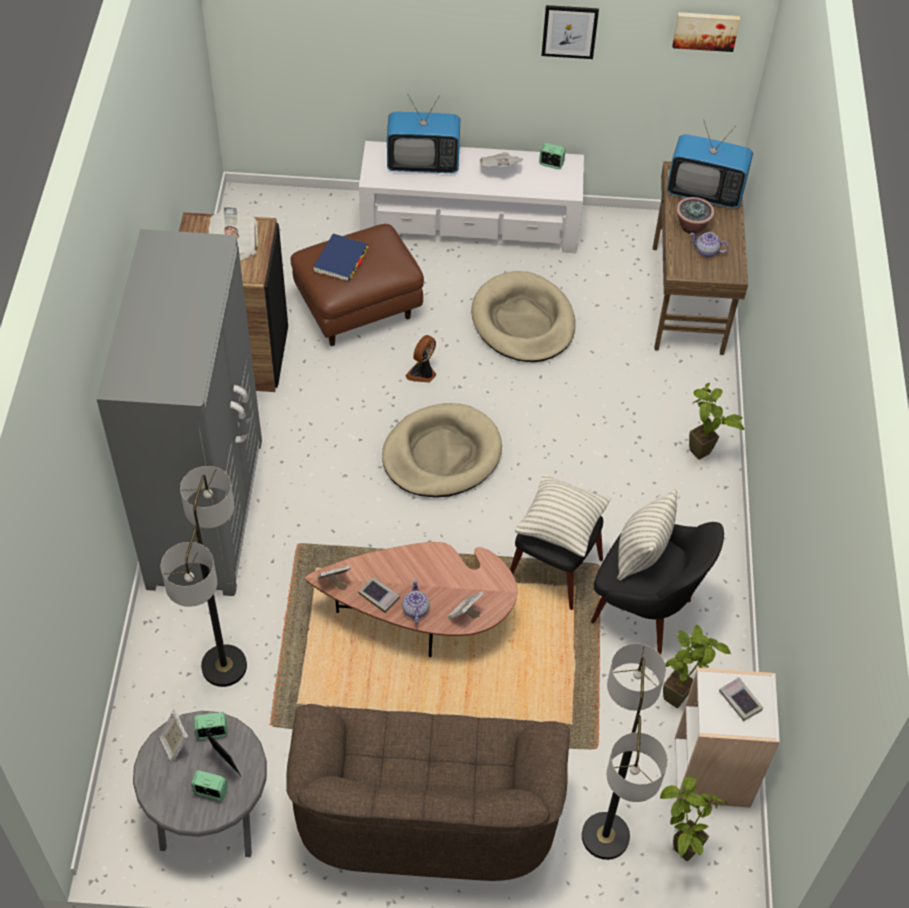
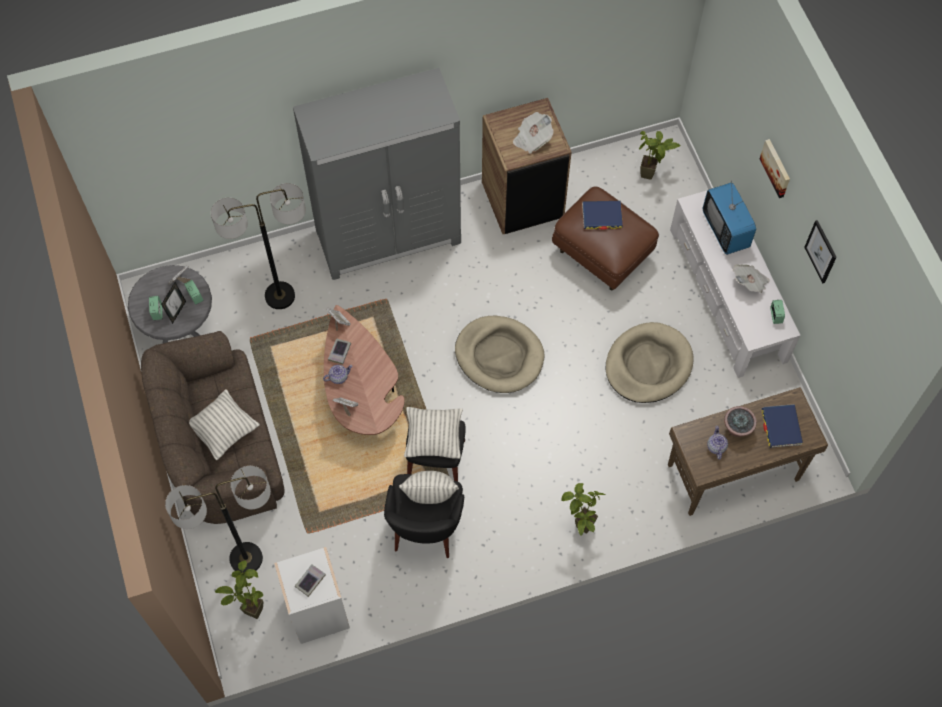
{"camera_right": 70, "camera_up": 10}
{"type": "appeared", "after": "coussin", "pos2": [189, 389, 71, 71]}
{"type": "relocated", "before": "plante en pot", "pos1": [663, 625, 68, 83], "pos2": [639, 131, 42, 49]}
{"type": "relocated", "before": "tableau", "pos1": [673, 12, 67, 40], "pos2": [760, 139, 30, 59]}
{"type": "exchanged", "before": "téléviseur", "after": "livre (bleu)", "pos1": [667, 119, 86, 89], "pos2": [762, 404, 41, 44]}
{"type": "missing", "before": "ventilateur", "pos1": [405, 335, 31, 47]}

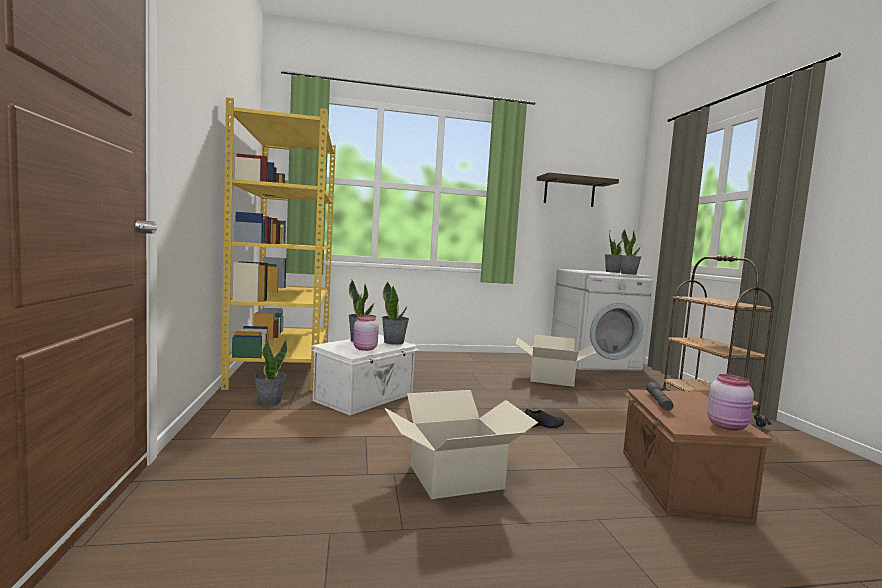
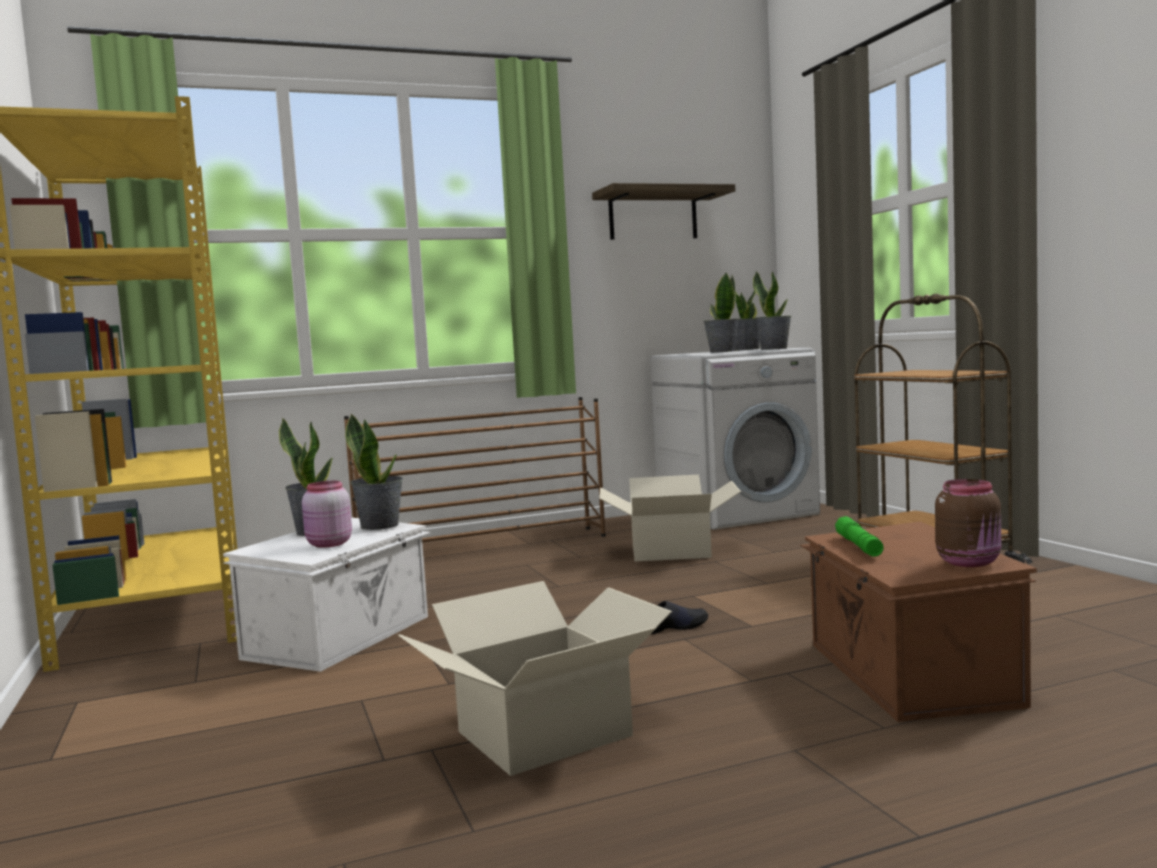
{"camera_right": -10, "camera_up": 0}
{"type": "appeared", "after": "étagère à chaussures (marron)", "pos2": [344, 397, 262, 145]}
{"type": "relocated", "before": "plante en pot", "pos1": [254, 339, 33, 67], "pos2": [703, 272, 36, 81]}
{"type": "colour", "before": "lampe de poche (gris)", "after": "lampe de poche (vert)", "pos1": [646, 382, 28, 29], "pos2": [835, 516, 49, 41]}
{"type": "colour", "before": "bocal (rose)", "after": "bocal (marron)", "pos1": [707, 374, 47, 57], "pos2": [935, 479, 66, 88]}

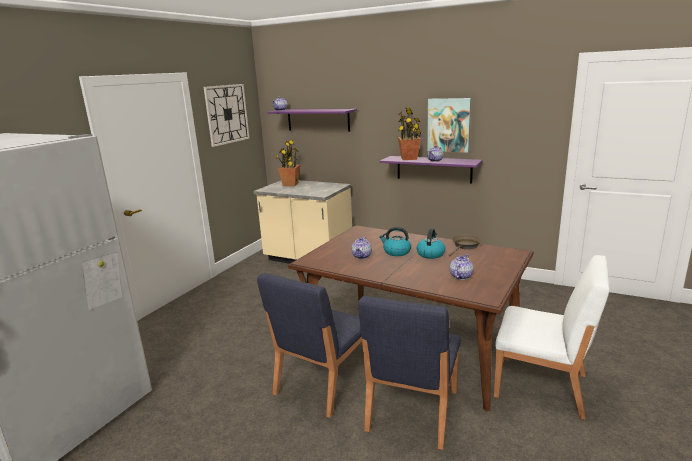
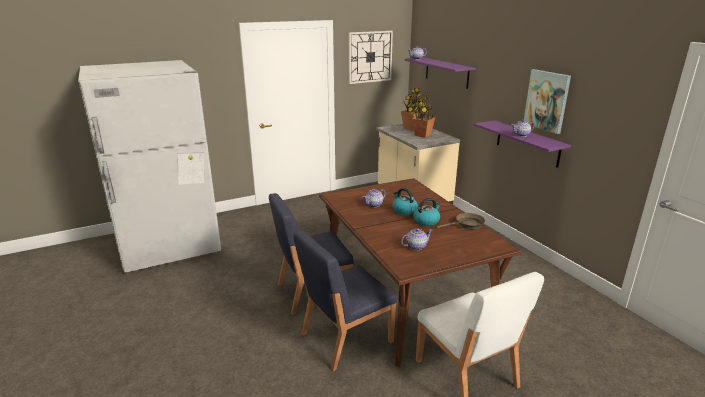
{"camera_right": 35, "camera_up": 5}
{"type": "relocated", "before": "plante en pot", "pos1": [398, 108, 23, 52], "pos2": [412, 93, 23, 45]}

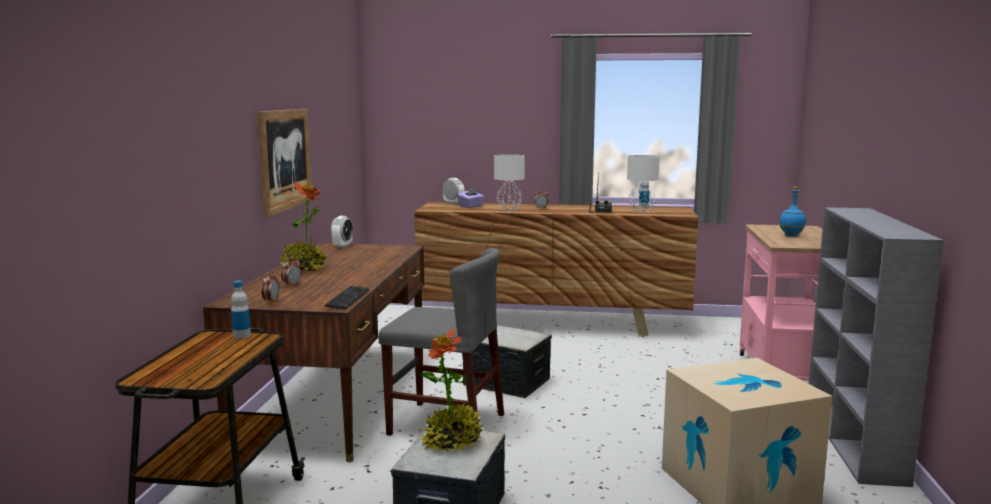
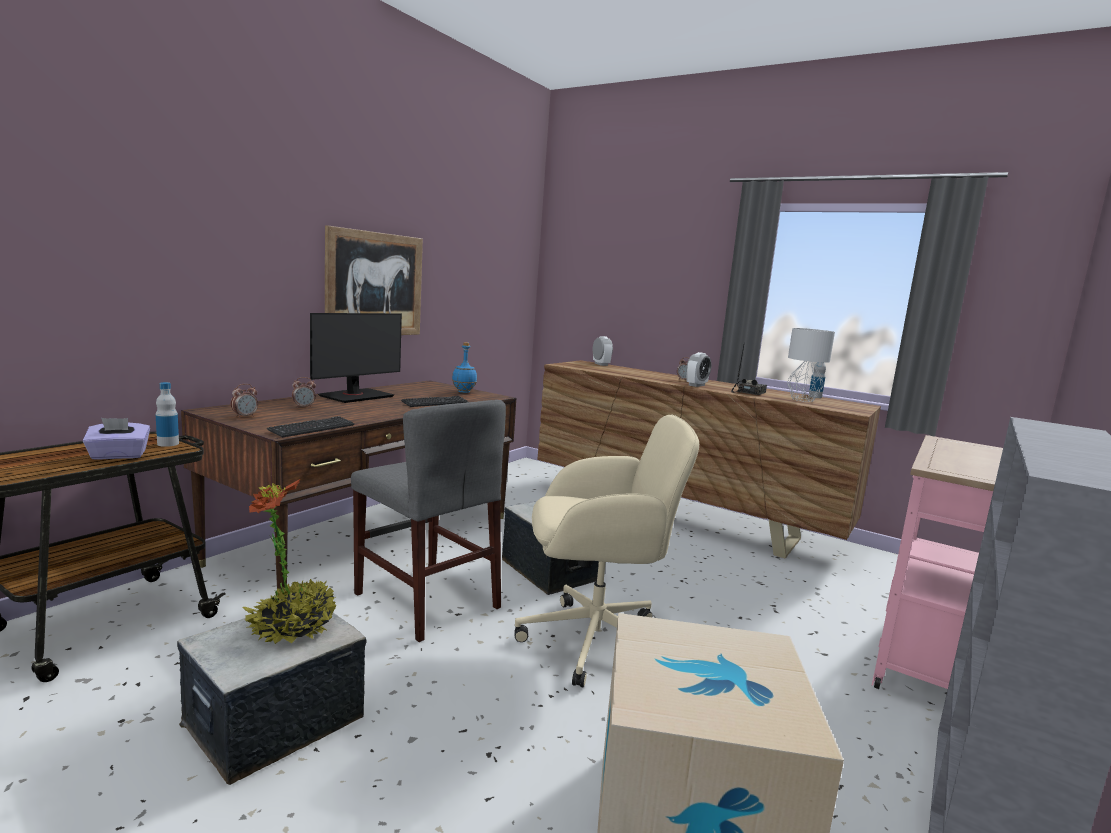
{"camera_right": 25, "camera_up": 0}
{"type": "relocated", "before": "boîte à mouchoirs (violet)", "pos1": [457, 187, 28, 21], "pos2": [83, 418, 67, 42]}
{"type": "exchanged", "before": "plante en pot", "after": "écran d'ordinateur", "pos1": [279, 182, 48, 89], "pos2": [310, 313, 92, 90]}
{"type": "appeared", "after": "clavier", "pos2": [401, 396, 67, 11]}
{"type": "relocated", "before": "bouteille (bleu)", "pos1": [779, 187, 27, 50], "pos2": [452, 342, 25, 51]}
{"type": "appeared", "after": "chaise de bureau (beige)", "pos2": [515, 414, 184, 273]}
{"type": "relocated", "before": "réveil", "pos1": [331, 216, 22, 32], "pos2": [686, 352, 26, 35]}
{"type": "missing", "before": "lampe de table (gris)", "pos1": [494, 154, 31, 57]}

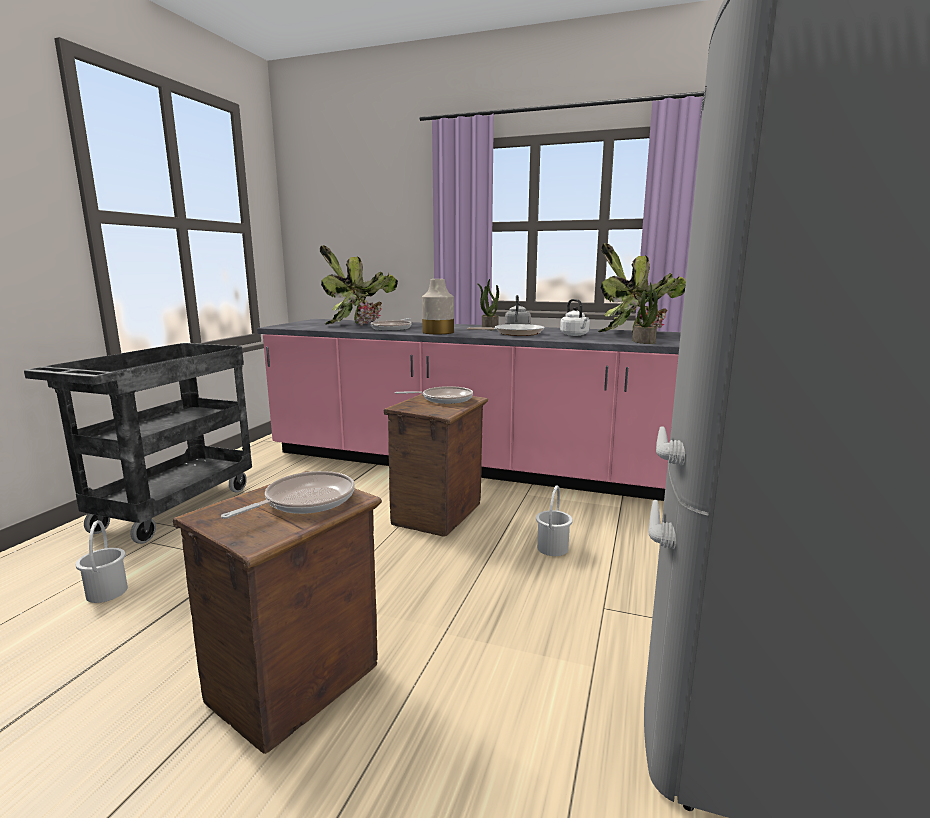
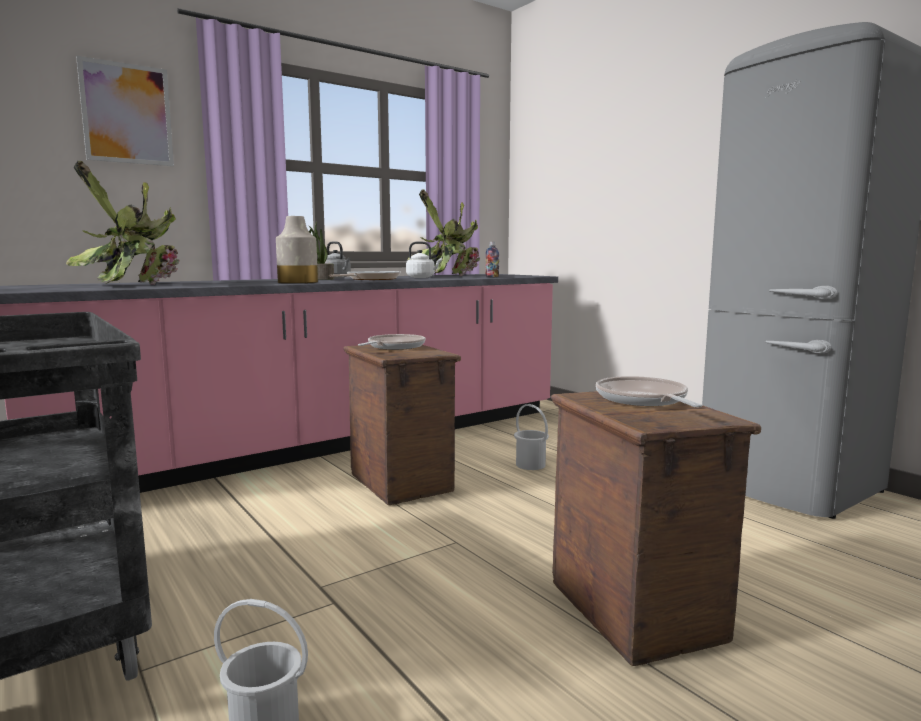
{"camera_right": -55, "camera_up": -5}
{"type": "appeared", "after": "tableau", "pos2": [76, 56, 98, 110]}
{"type": "exchanged", "before": "plante en pot", "after": "bouteille", "pos1": [632, 283, 31, 61], "pos2": [485, 242, 14, 35]}
{"type": "missing", "before": "poêle", "pos1": [371, 318, 41, 13]}

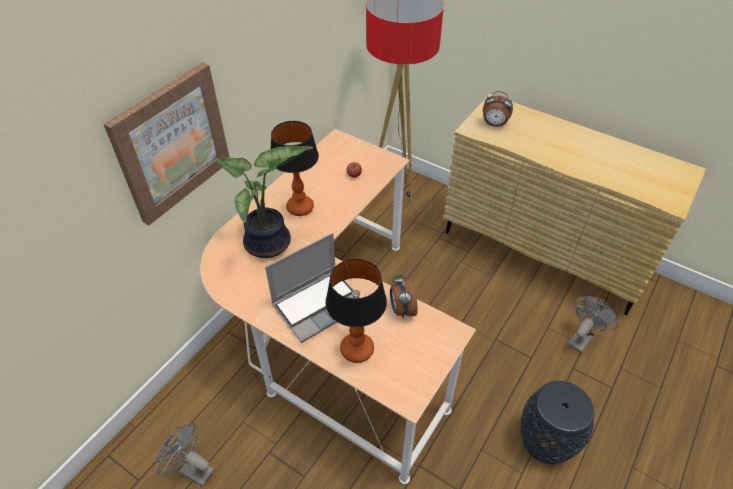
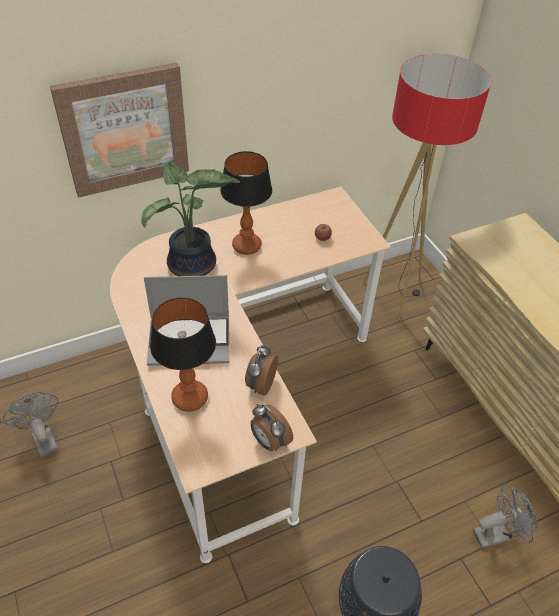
{"camera_right": 30, "camera_up": 0}
{"type": "relocated", "before": "réveil", "pos1": [483, 91, 30, 36], "pos2": [251, 404, 42, 47]}

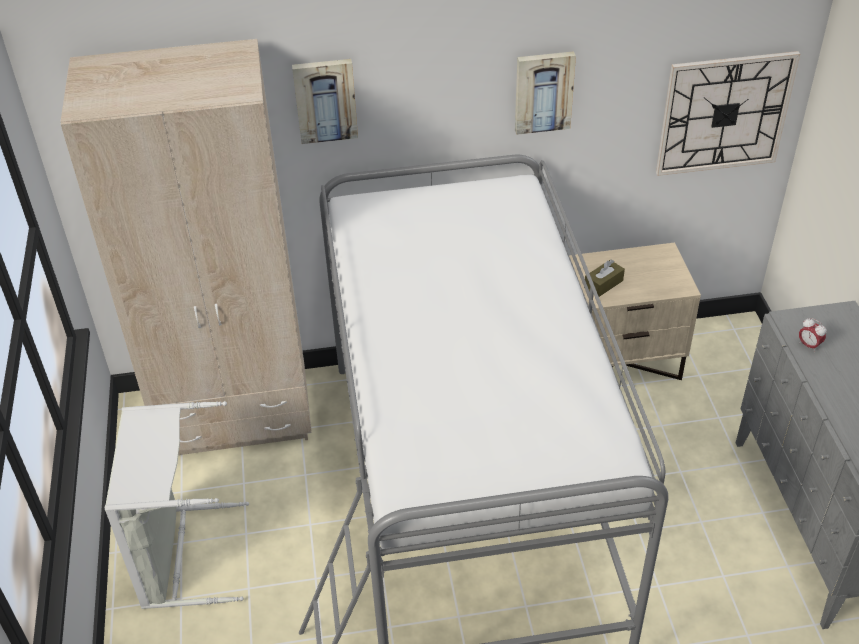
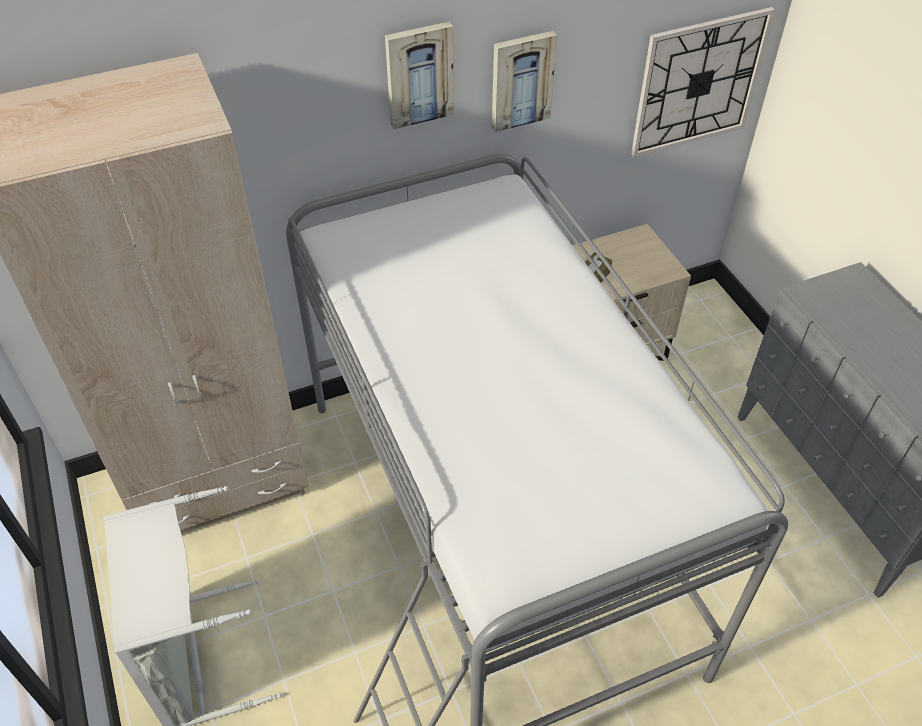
{"camera_right": -15, "camera_up": 5}
{"type": "relocated", "before": "tableau", "pos1": [292, 59, 66, 85], "pos2": [385, 22, 69, 107]}
{"type": "missing", "before": "réveil", "pos1": [799, 318, 27, 34]}

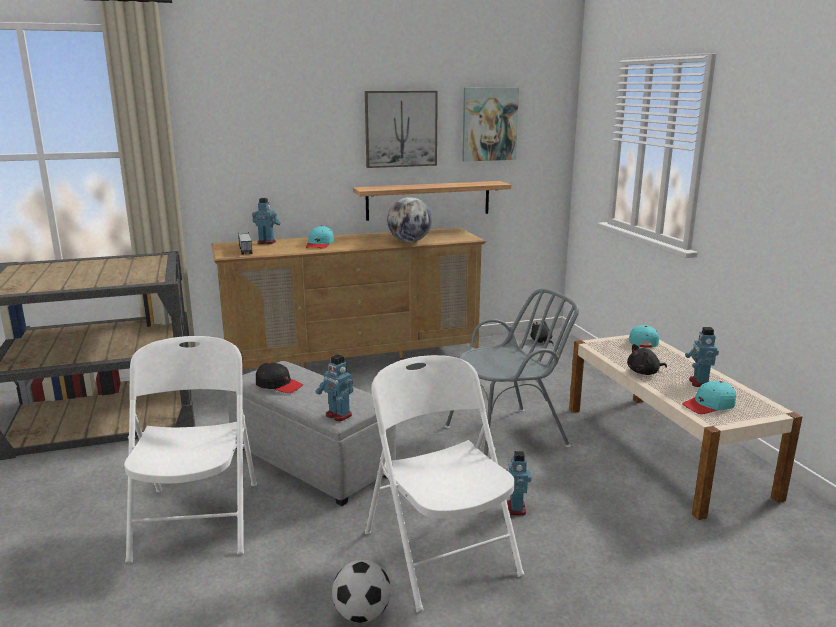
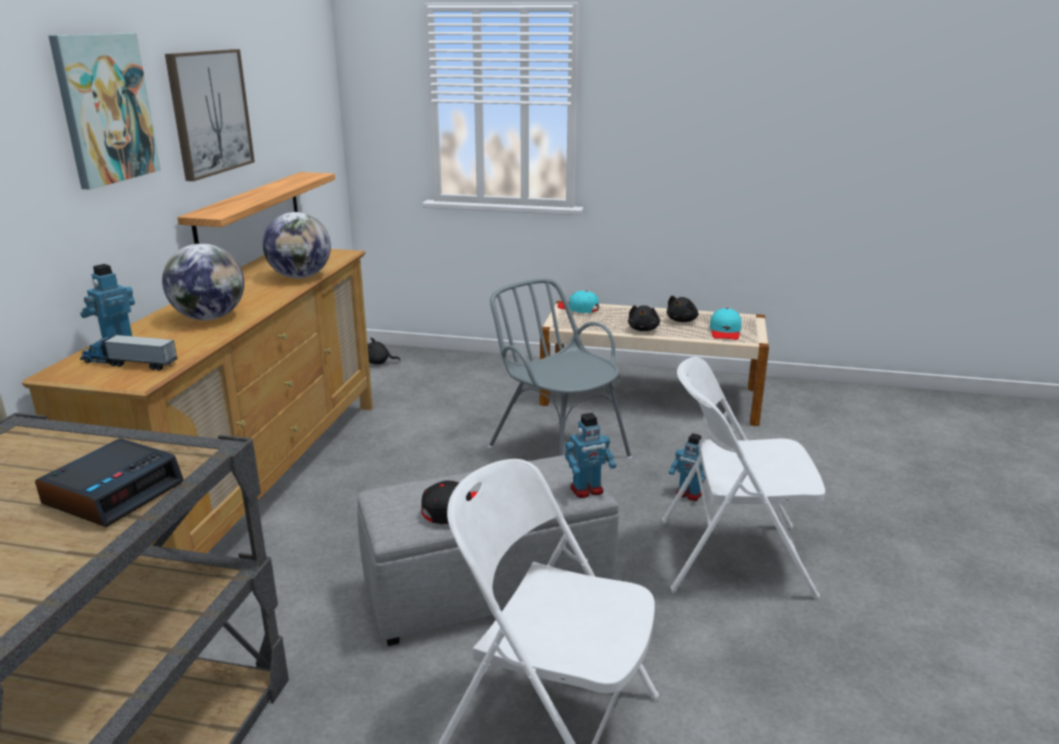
{"camera_right": -60, "camera_up": 5}
{"type": "appeared", "after": "réveil", "pos2": [35, 438, 149, 89]}
{"type": "relocated", "before": "tableau", "pos1": [462, 87, 57, 75], "pos2": [49, 33, 112, 157]}
{"type": "exchanged", "before": "casquette (turquoise)", "after": "globe", "pos1": [306, 225, 28, 24], "pos2": [162, 244, 82, 76]}
{"type": "spun", "before": "chaise (gris)", "pos1": [445, 288, 134, 169], "pos2": [488, 278, 144, 181], "turn": -45}
{"type": "exchanged", "before": "robot jouet", "after": "peluche (noir)", "pos1": [685, 327, 34, 60], "pos2": [667, 296, 31, 26]}
{"type": "missing", "before": "ballon de foot", "pos1": [332, 560, 59, 63]}

